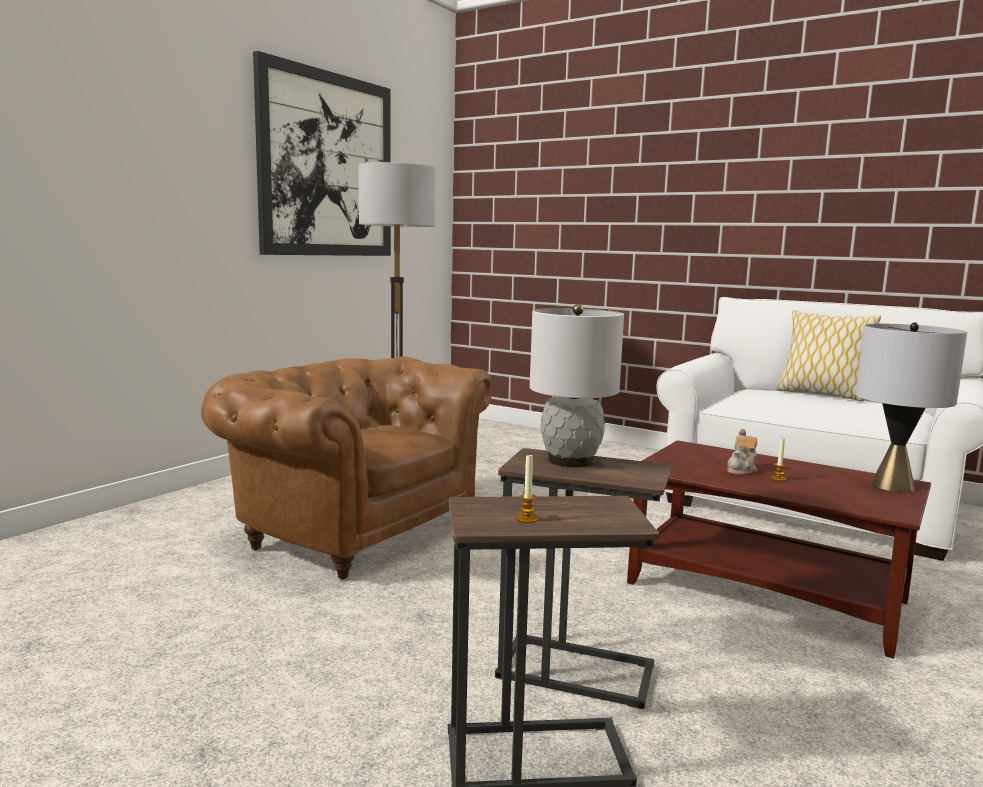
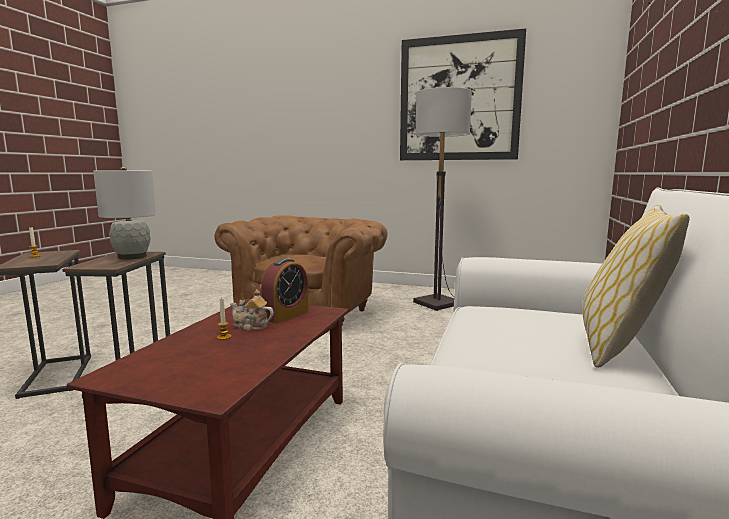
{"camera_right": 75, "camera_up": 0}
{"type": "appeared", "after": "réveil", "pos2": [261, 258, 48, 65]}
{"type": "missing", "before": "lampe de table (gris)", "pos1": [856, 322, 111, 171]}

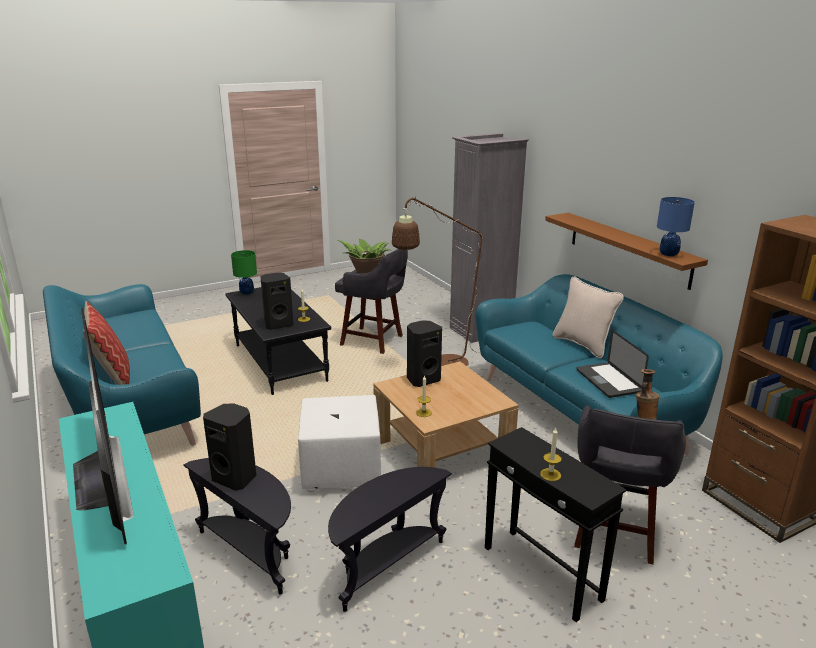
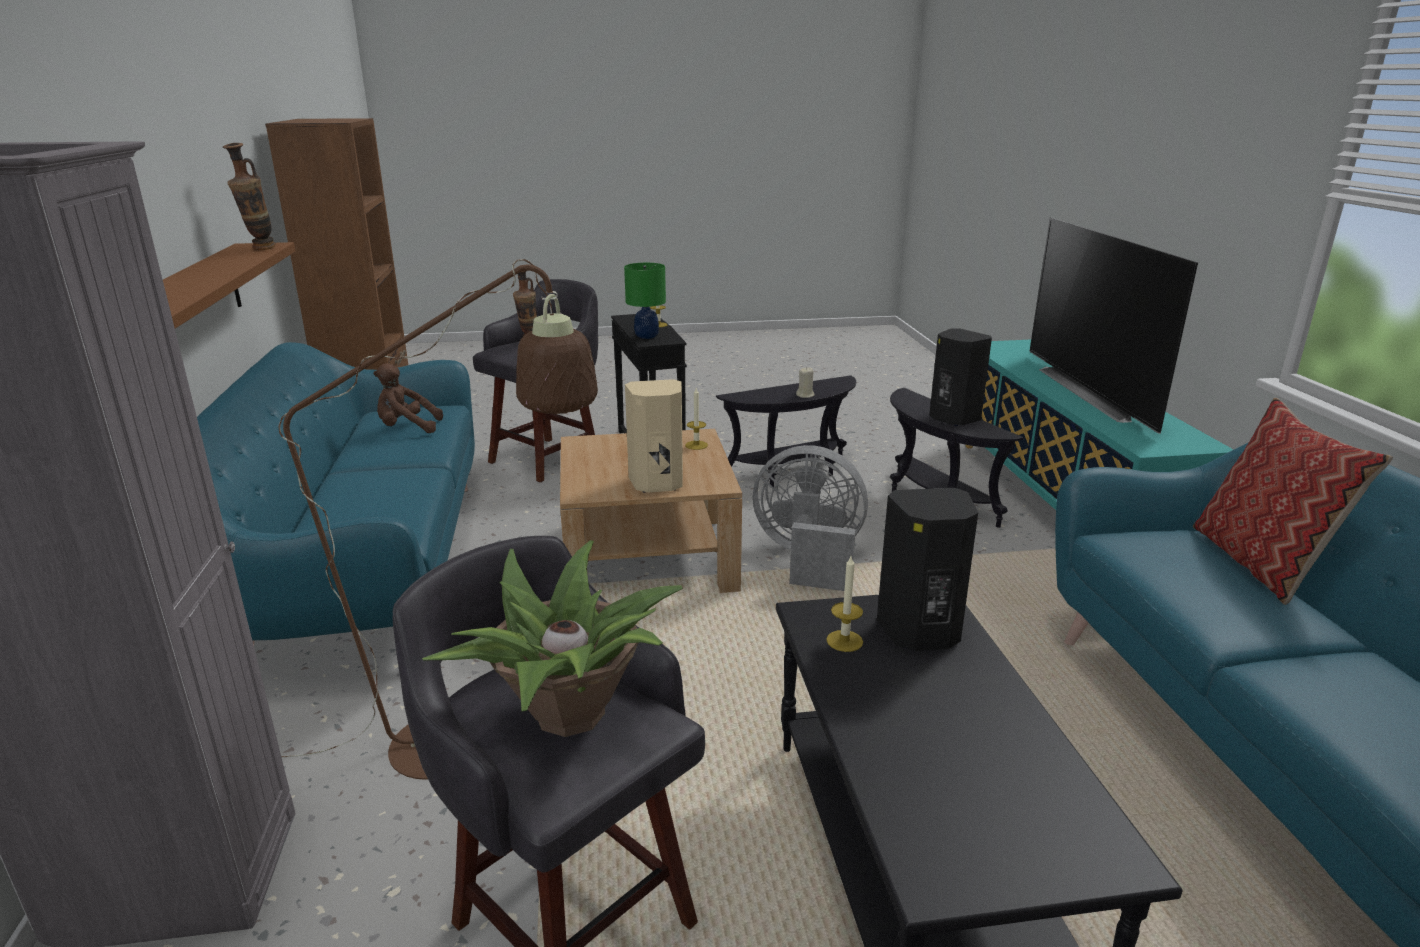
{"camera_right": -160, "camera_up": 0}
{"type": "exchanged", "before": "lampe de table (bleu)", "after": "vase", "pos1": [657, 197, 38, 59], "pos2": [223, 143, 53, 107]}
{"type": "exchanged", "before": "ordinateur portable", "after": "peluche (marron)", "pos1": [576, 330, 73, 68], "pos2": [374, 363, 69, 70]}
{"type": "relocated", "before": "lampe de table (vert)", "pos1": [231, 250, 26, 45], "pos2": [624, 263, 42, 76]}
{"type": "colour", "before": "enceinte (noir)", "after": "enceinte (beige)", "pos1": [407, 320, 35, 67], "pos2": [625, 379, 58, 114]}
{"type": "exchanged", "before": "pouf (blanc)", "after": "ventilateur (gris)", "pos1": [298, 395, 83, 97], "pos2": [753, 445, 115, 146]}
{"type": "appeared", "after": "bougie (beige)", "pos2": [796, 367, 19, 31]}
{"type": "missing", "before": "coussin (beige)", "pos1": [553, 276, 71, 82]}

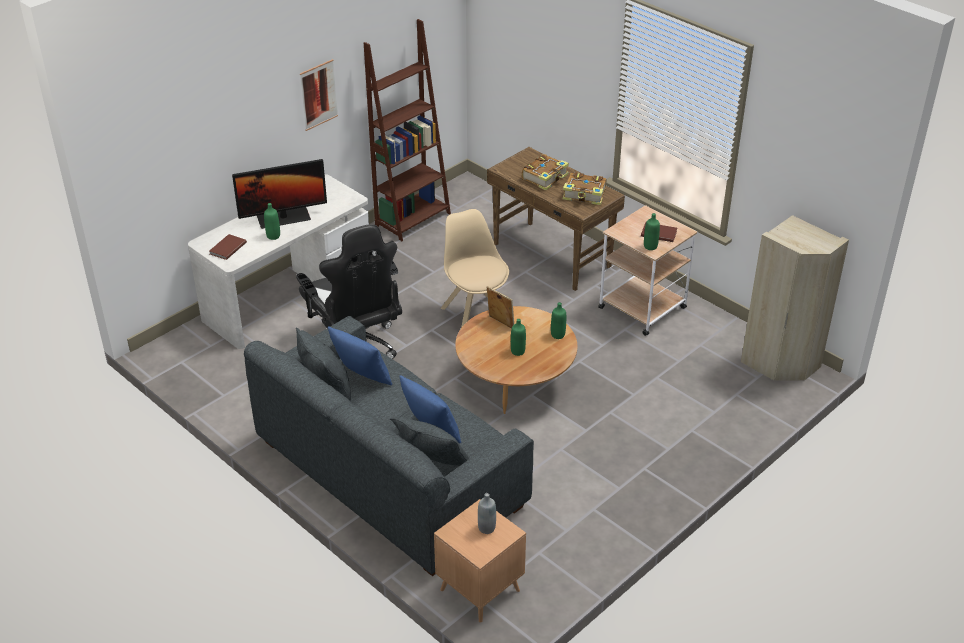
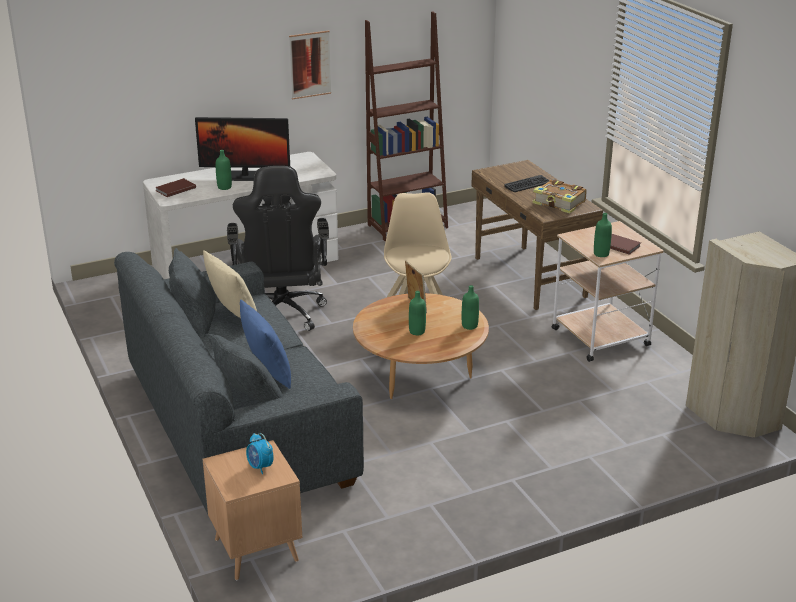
{"camera_right": 20, "camera_up": -10}
{"type": "colour", "before": "coussin (bleu)", "after": "coussin (beige)", "pos1": [328, 326, 64, 59], "pos2": [203, 250, 54, 68]}
{"type": "exchanged", "before": "bouteille (gris)", "after": "réveil", "pos1": [478, 493, 18, 41], "pos2": [246, 433, 28, 41]}
{"type": "exchanged", "before": "livre", "after": "clavier", "pos1": [522, 154, 47, 36], "pos2": [504, 175, 45, 17]}

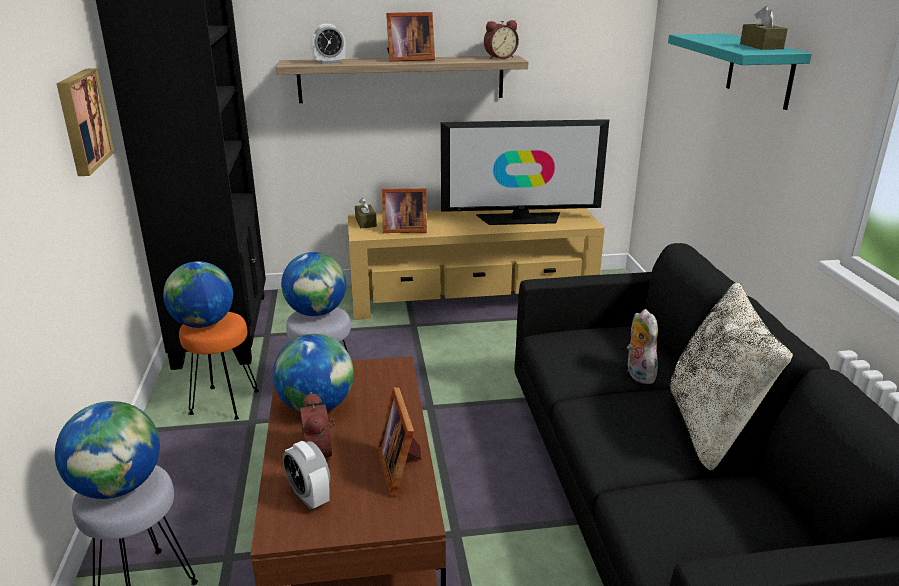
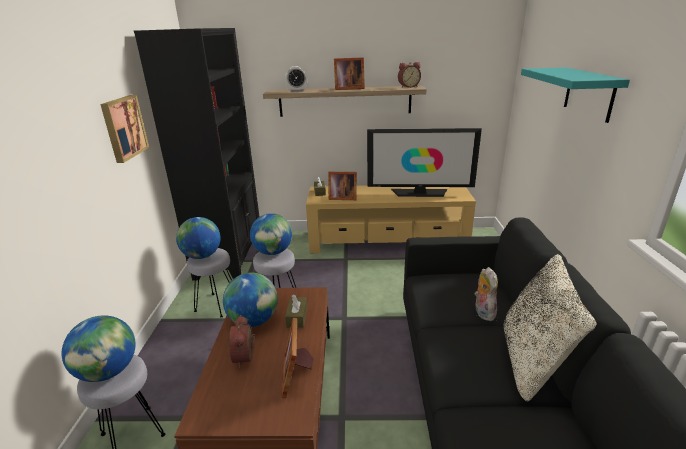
{"camera_right": 10, "camera_up": 0}
{"type": "colour", "before": "tabouret (orange)", "after": "tabouret (gris)", "pos1": [179, 312, 80, 108], "pos2": [187, 248, 45, 70]}
{"type": "relocated", "before": "boîte à mouchoirs (marron)", "pos1": [740, 6, 48, 44], "pos2": [285, 295, 22, 33]}
{"type": "missing", "before": "réveil", "pos1": [283, 441, 47, 69]}

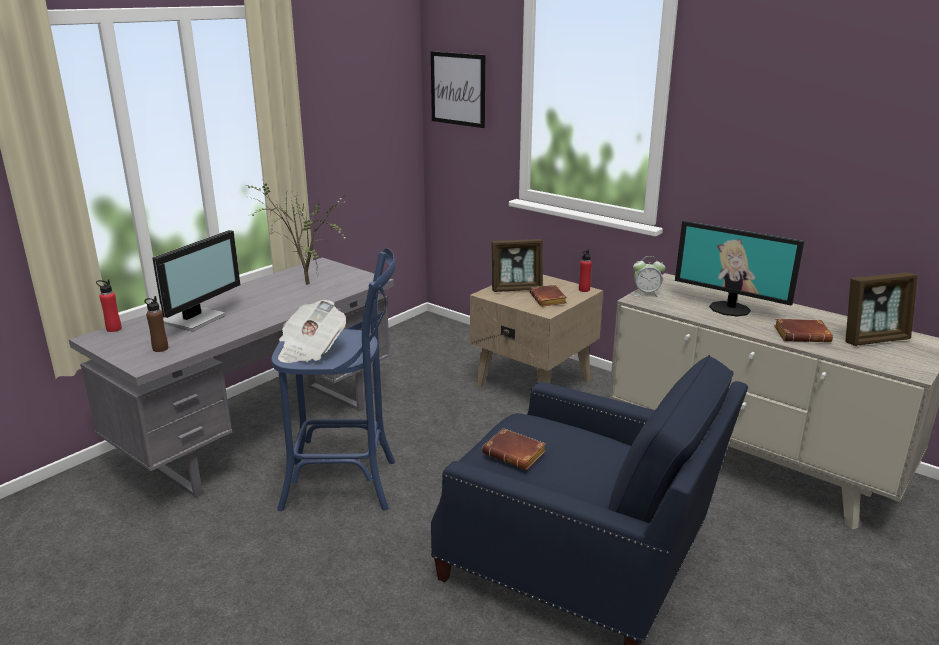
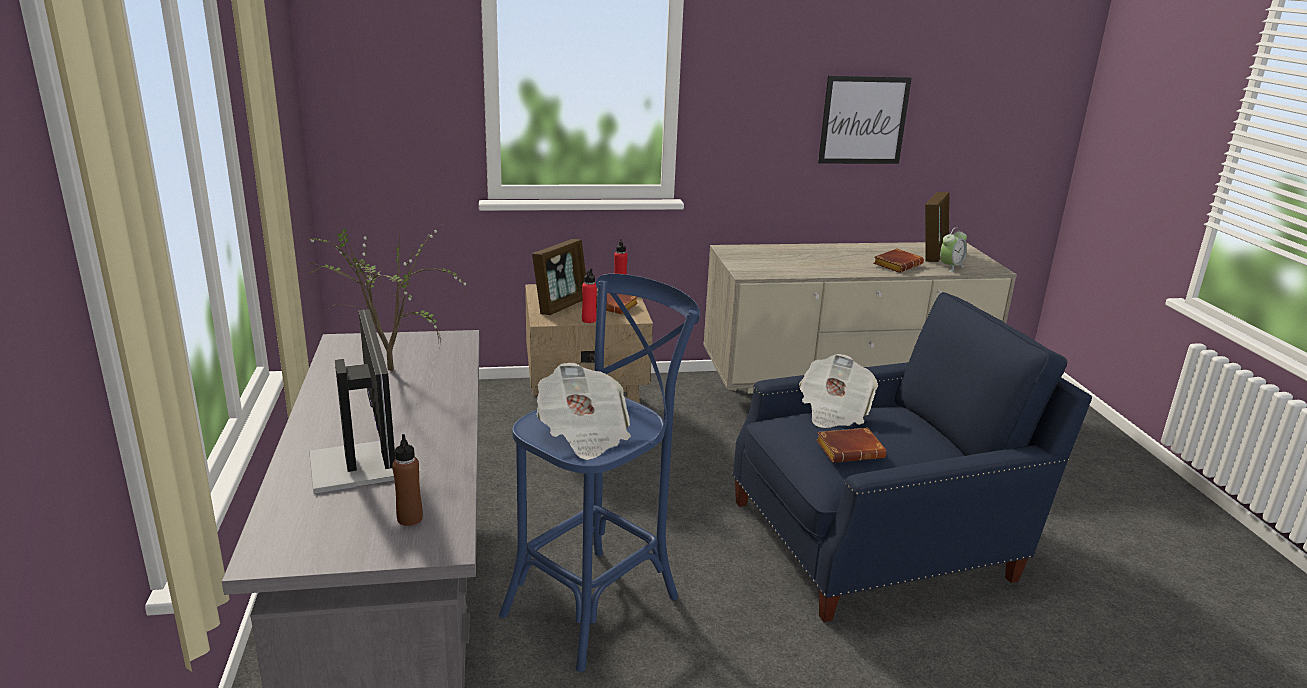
{"camera_right": -50, "camera_up": 0}
{"type": "relocated", "before": "bouteille (rouge)", "pos1": [96, 279, 26, 53], "pos2": [582, 268, 15, 55]}
{"type": "appeared", "after": "journal", "pos2": [799, 354, 79, 74]}
{"type": "relocated", "before": "tableau", "pos1": [431, 51, 54, 77], "pos2": [818, 76, 94, 88]}
{"type": "relocated", "before": "réveil", "pos1": [633, 256, 33, 41], "pos2": [940, 228, 27, 44]}
{"type": "missing", "before": "écran d'ordinateur", "pos1": [675, 221, 129, 96]}

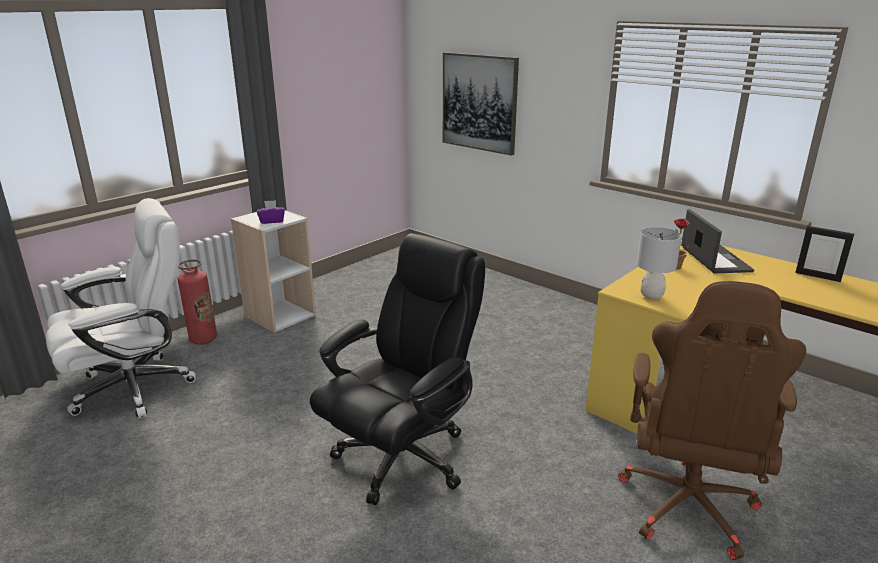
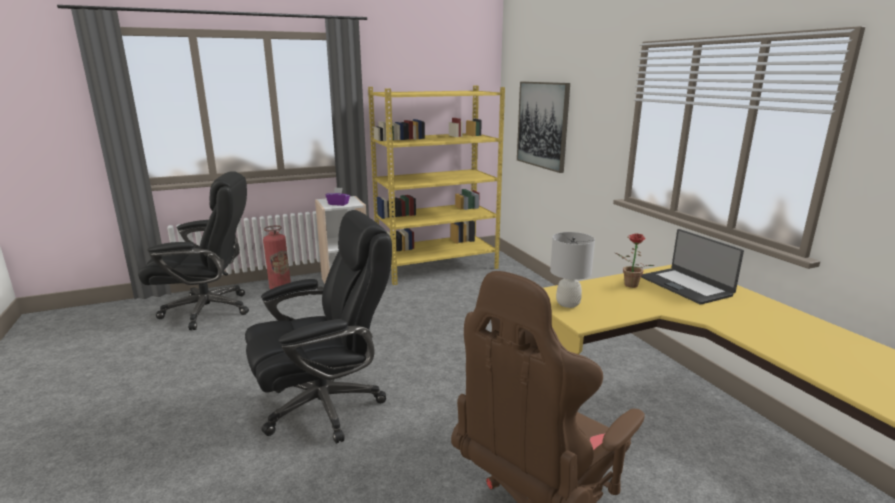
{"camera_right": 25, "camera_up": -5}
{"type": "colour", "before": "chaise de bureau (blanc)", "after": "chaise de bureau (noir)", "pos1": [46, 198, 150, 220], "pos2": [138, 171, 111, 159]}
{"type": "appeared", "after": "bibliothèque (jaune)", "pos2": [368, 86, 137, 199]}
{"type": "spun", "before": "ordinateur portable", "pos1": [681, 209, 73, 65], "pos2": [641, 229, 103, 76], "turn": 135}
{"type": "missing", "before": "cadre photo", "pos1": [795, 226, 59, 56]}

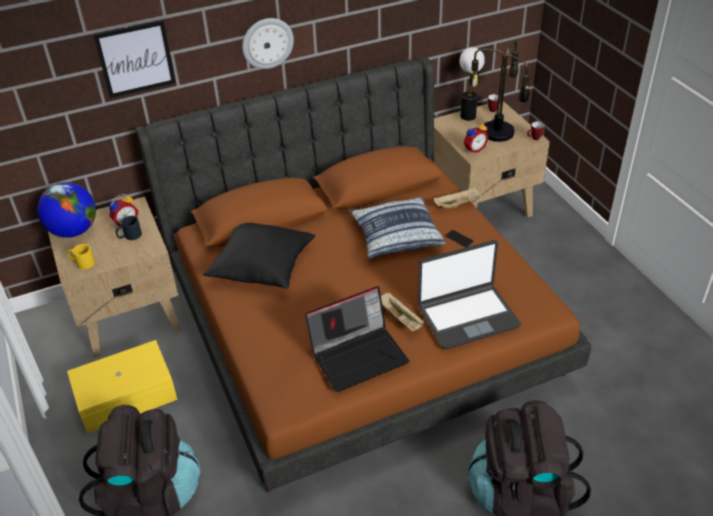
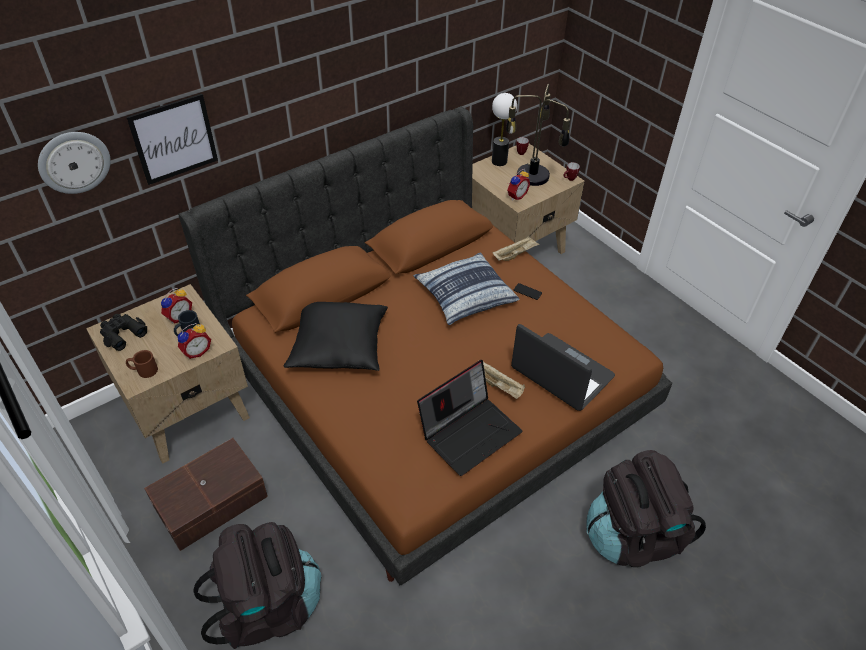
{"camera_right": -15, "camera_up": 5}
{"type": "relocated", "before": "horloge murale", "pos1": [242, 18, 52, 51], "pos2": [38, 132, 73, 62]}
{"type": "exchanged", "before": "globe", "after": "jumelles (noir)", "pos1": [37, 182, 59, 56], "pos2": [100, 314, 47, 37]}
{"type": "colour", "before": "mug (jaune)", "after": "mug (marron)", "pos1": [67, 244, 28, 25], "pos2": [126, 350, 32, 28]}
{"type": "colour", "before": "boîte de rangement (jaune)", "after": "boîte de rangement (marron)", "pos1": [67, 340, 111, 93], "pos2": [144, 438, 124, 113]}
{"type": "appeared", "after": "réveil", "pos2": [177, 323, 34, 36]}
{"type": "spun", "before": "ordinateur portable", "pos1": [418, 240, 103, 109], "pos2": [511, 324, 104, 87], "turn": -105}

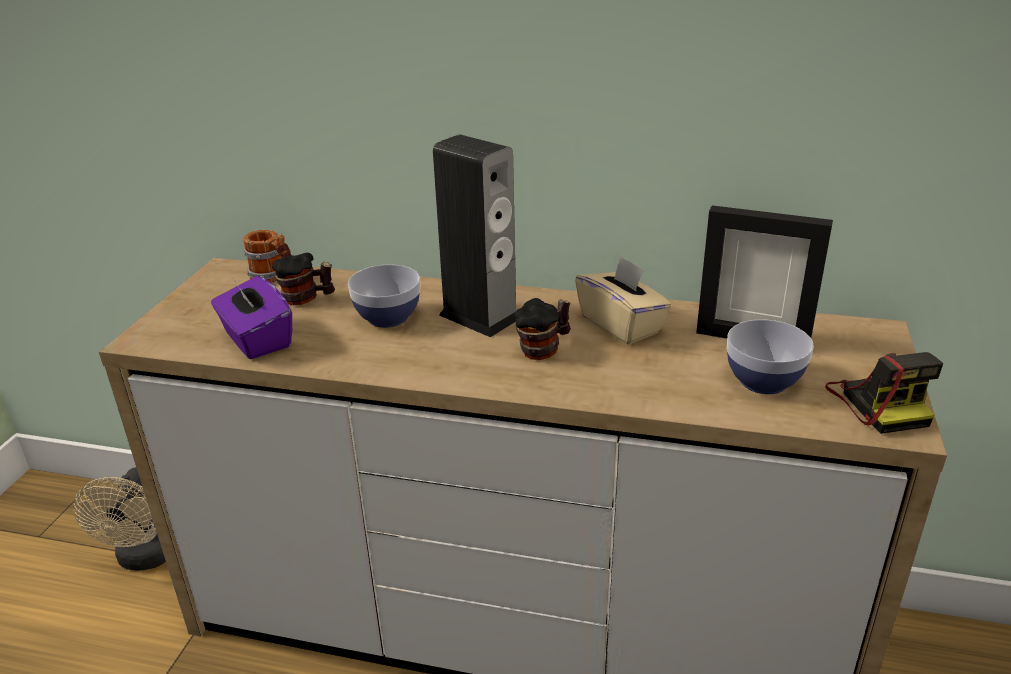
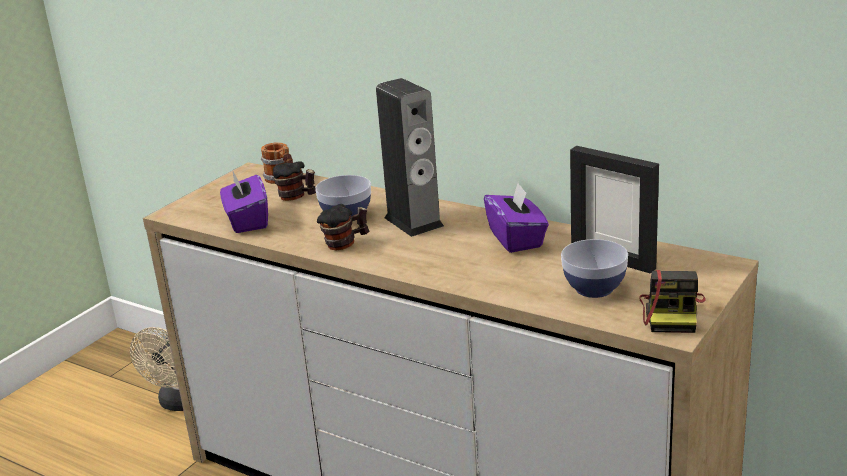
{"camera_right": 20, "camera_up": -5}
{"type": "relocated", "before": "mug", "pos1": [514, 298, 57, 62], "pos2": [317, 204, 53, 46]}
{"type": "colour", "before": "boîte à mouchoirs (beige)", "after": "boîte à mouchoirs (violet)", "pos1": [575, 256, 97, 89], "pos2": [484, 183, 65, 70]}

